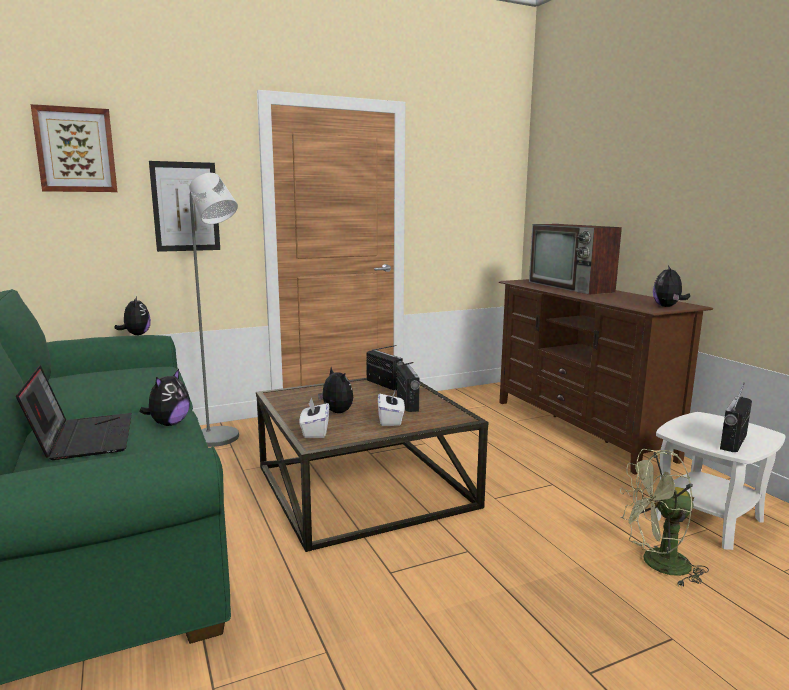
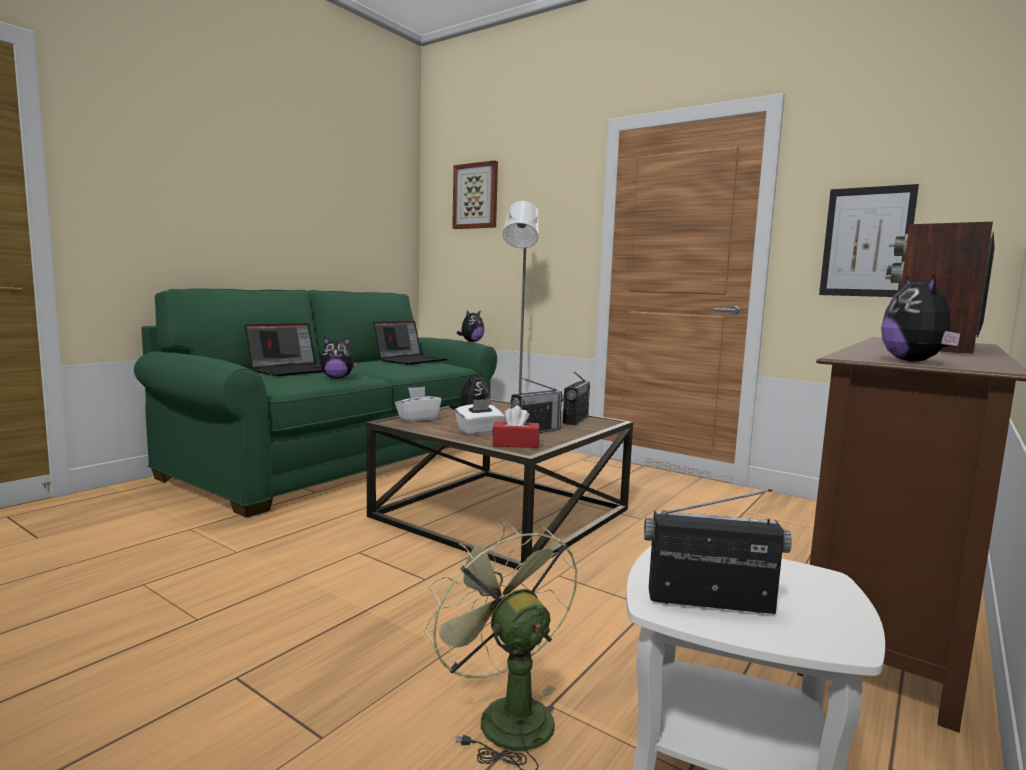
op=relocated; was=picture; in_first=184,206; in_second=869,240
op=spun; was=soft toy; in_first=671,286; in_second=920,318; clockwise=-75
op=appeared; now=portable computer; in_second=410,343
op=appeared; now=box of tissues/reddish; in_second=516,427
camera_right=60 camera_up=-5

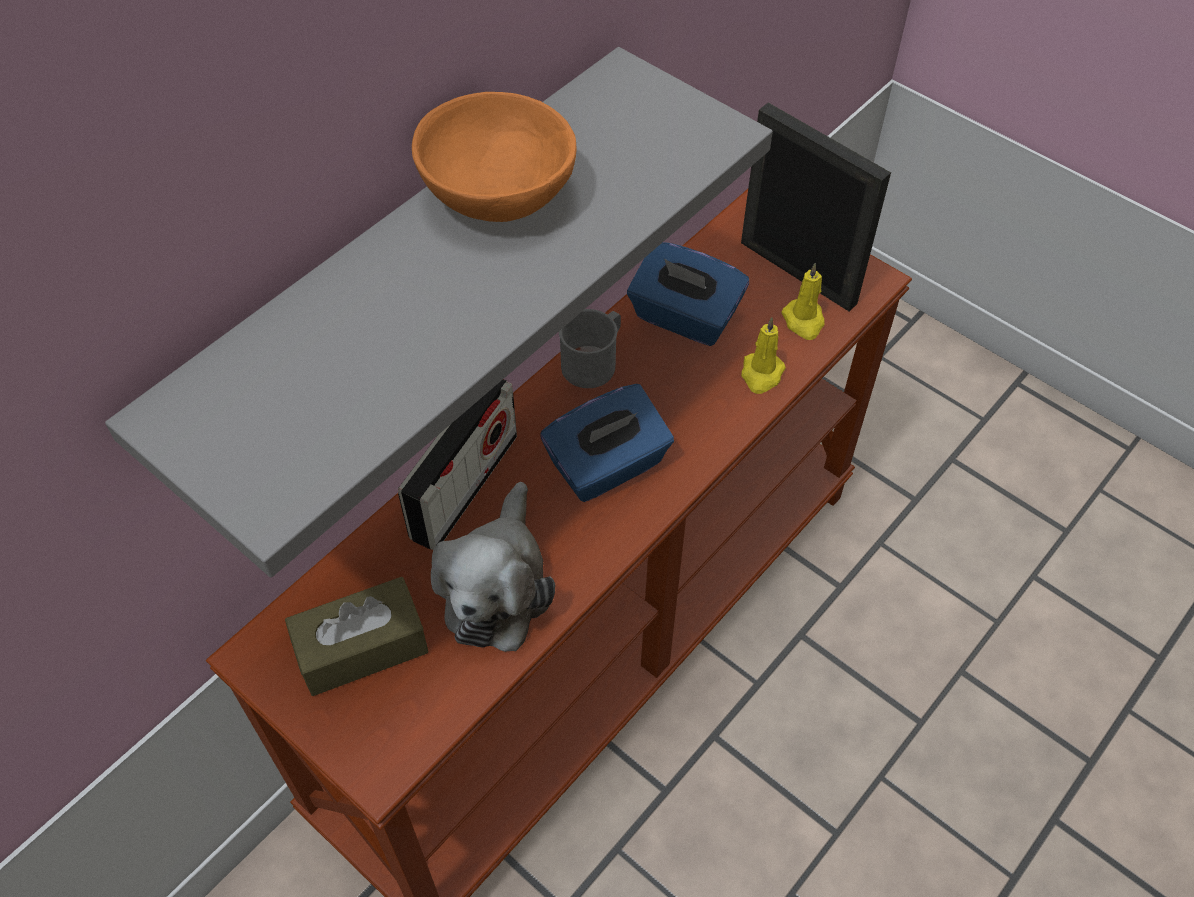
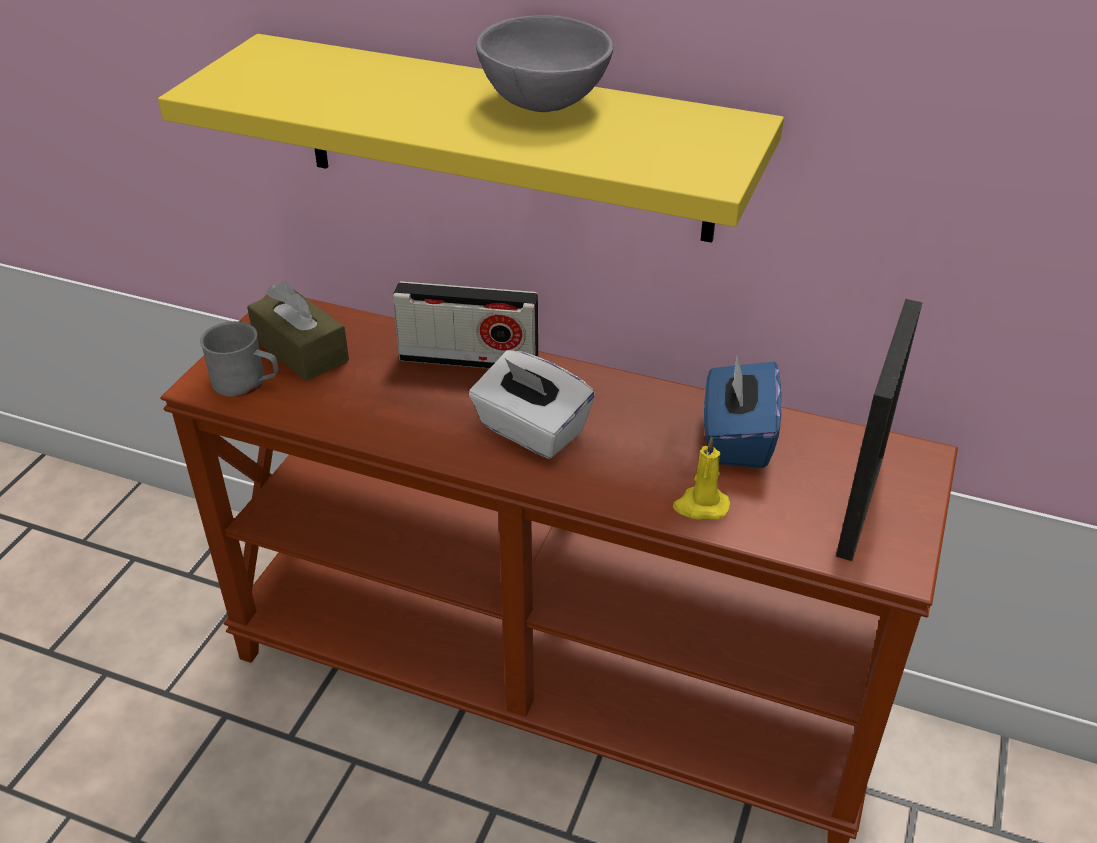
op=colour; was=wall shelf/grey; now=wall shelf/yellow-coloured; in_first=439,312; in_second=471,138
op=colour; was=deep dish/orangey; now=deep dish/grey; in_first=494,157; in_second=544,63
op=missing; was=wax light/yellow-coloured; in_first=803,301
op=relocated; was=coffee mug/grey; in_first=590,348; in_second=239,359
op=colour; was=box of tissues/blue; now=box of tissues/white-coloured; in_first=607,443; in_second=532,404
op=missing; was=soft toy; in_first=493,567
camera_right=70 camera_up=-15

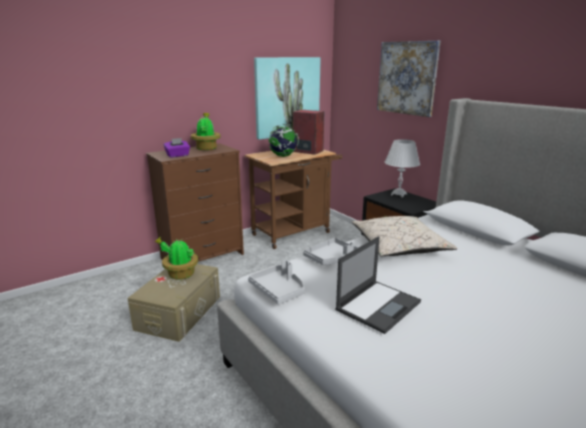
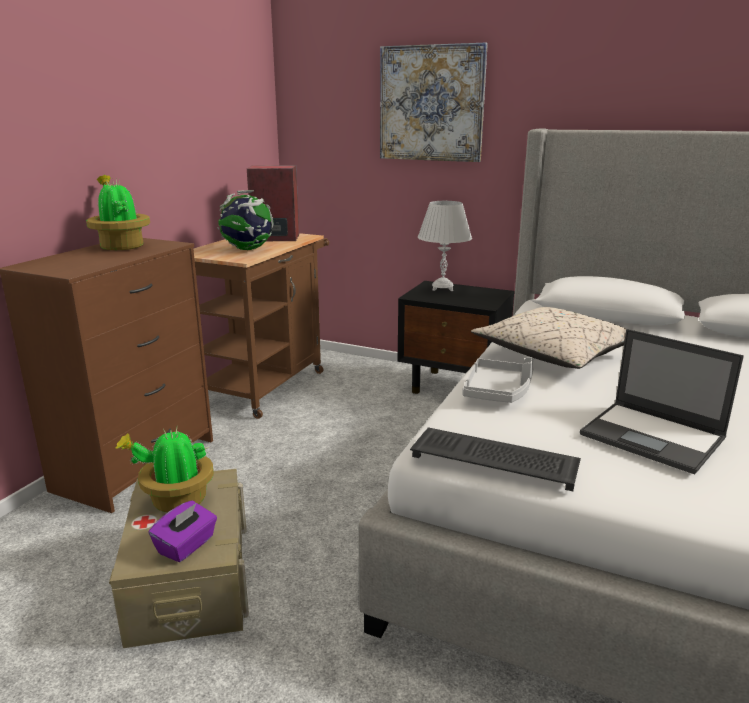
op=missing; was=picture; in_first=287,98
op=relocated; was=box of tissues/purple; in_first=176,147; in_second=183,531
op=spun; was=portable computer; in_first=378,285; in_second=662,401; clockwise=120
op=exchanged; was=serving tray/grey; now=computer keyboard; in_first=276,282; in_second=495,459
camera_right=-30 camera_up=0

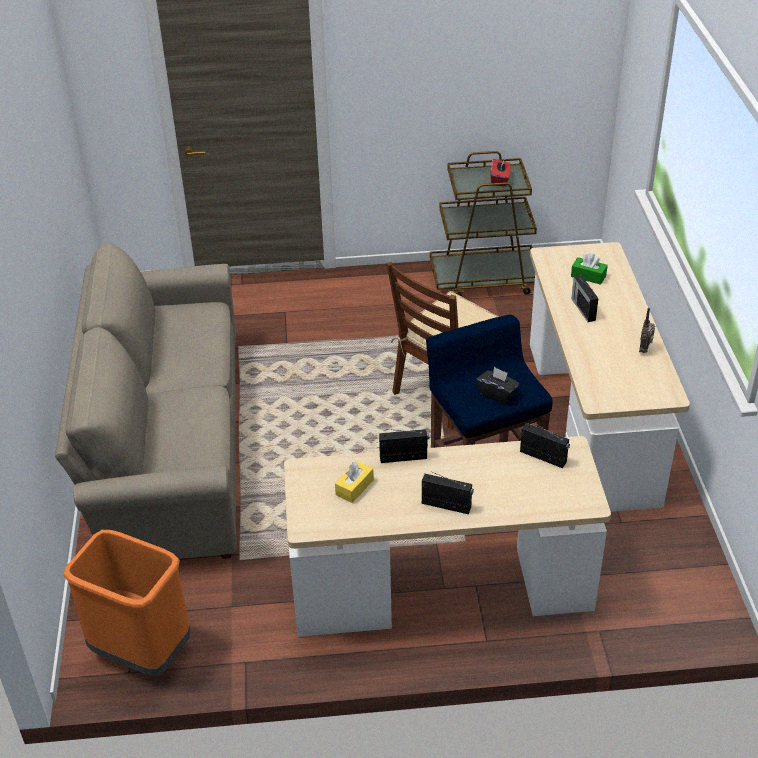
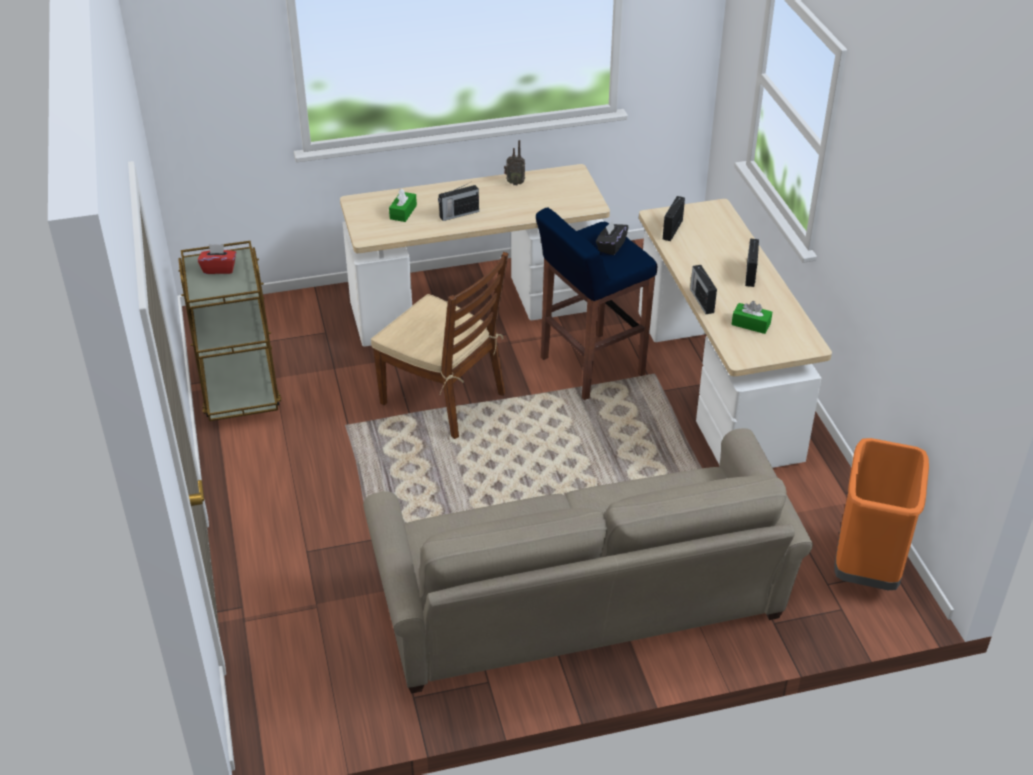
op=colour; was=box of tissues/yellow-coloured; now=box of tissues/green-coloured; in_first=354,482; in_second=751,317
camera_right=-100 camera_up=0

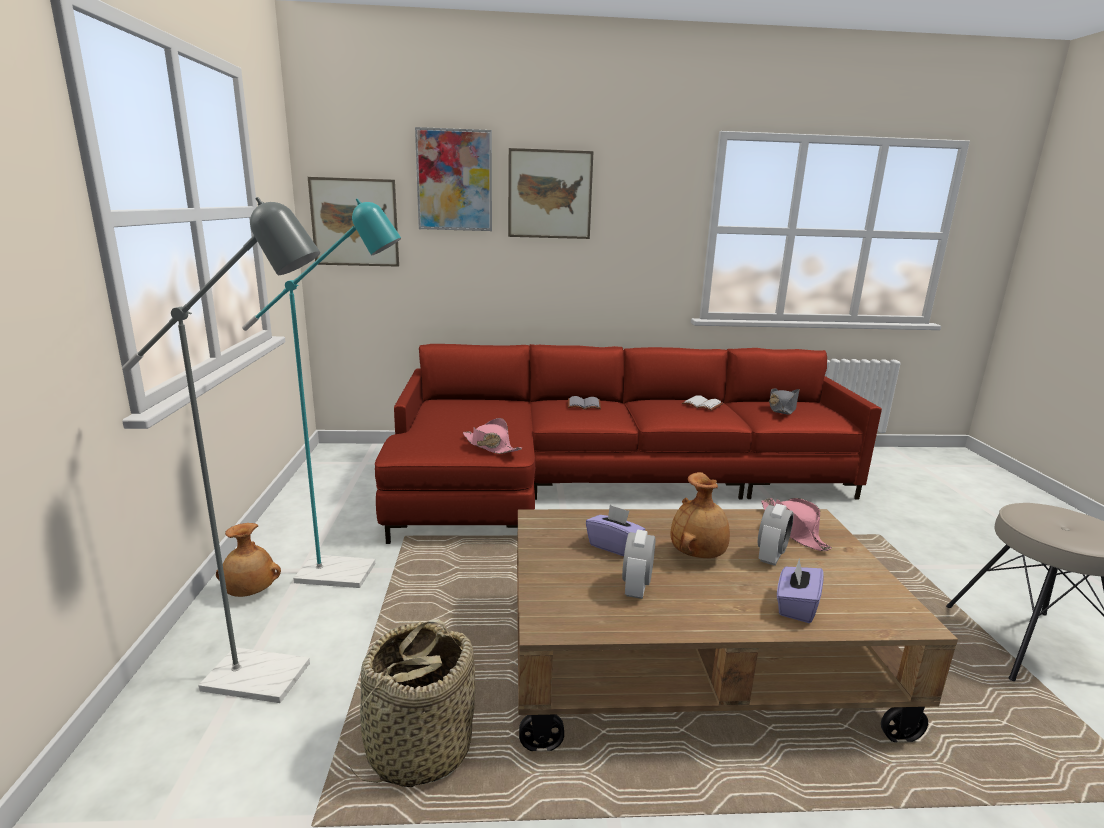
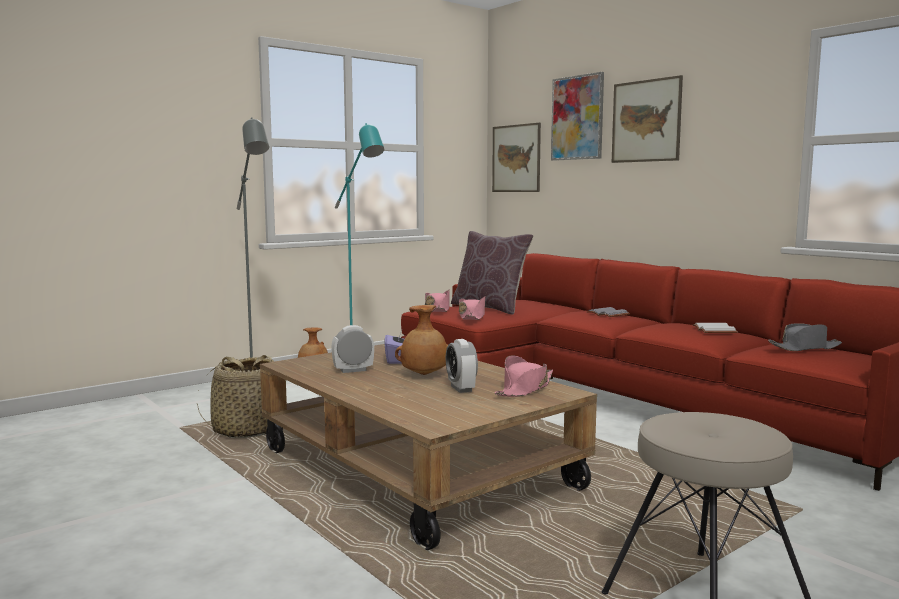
op=spun; was=table clock; in_first=776,535; in_second=462,366; clockwise=75
op=missing; was=box of tissues/purple; in_first=800,591
op=appeared; now=cushion/brown; in_second=492,273
op=appeared; now=hat/pinkish; in_second=437,301
camera_right=55 camera_up=-10

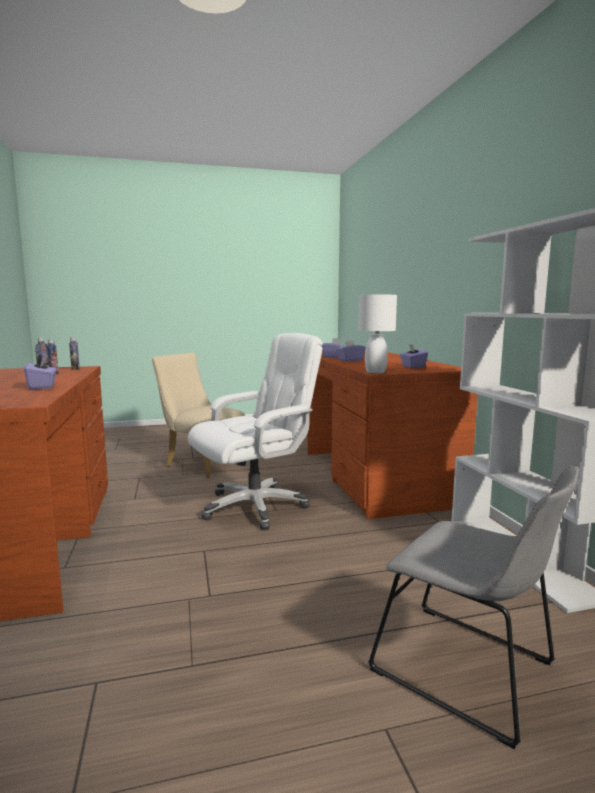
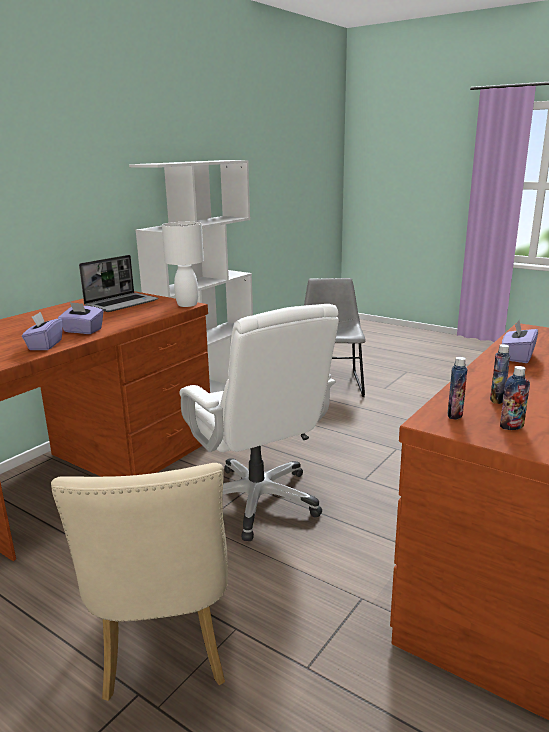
op=spun; was=desk chair/white-coloured; in_first=255,431; in_second=259,422; clockwise=-135
op=exchanged; was=box of tissues/purple; now=portable computer; in_first=414,356; in_second=119,283
camera_right=-130 camera_up=10

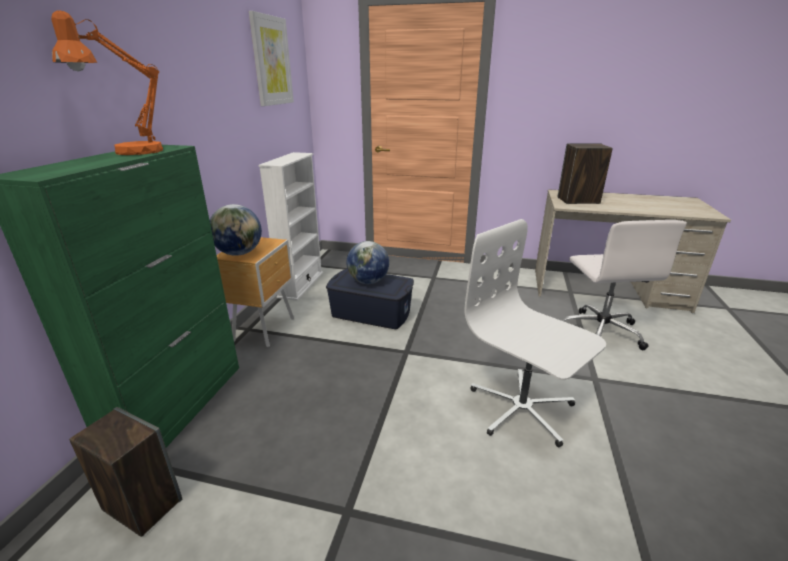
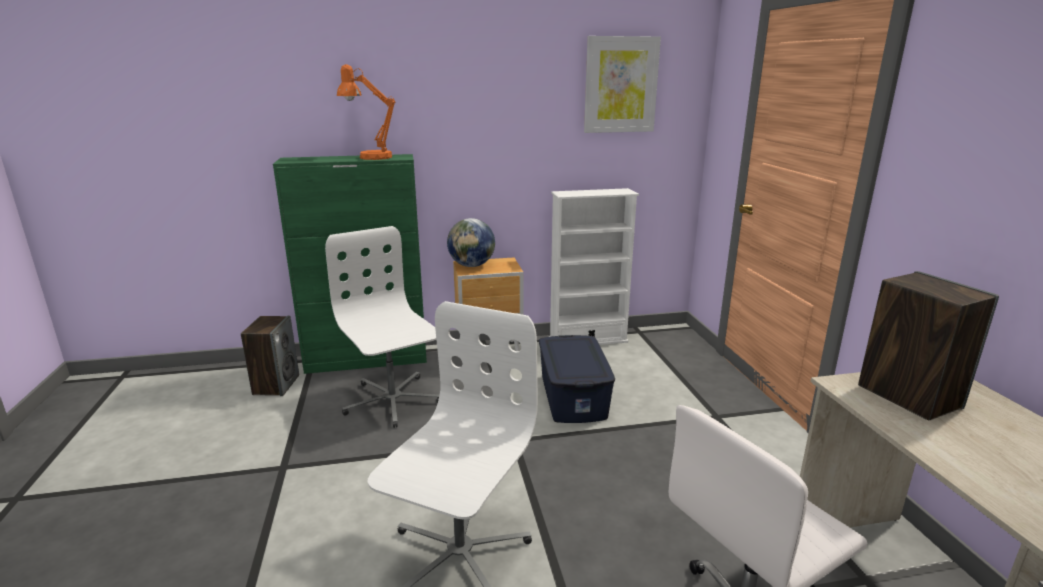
op=missing; was=world globe; in_first=367,262
op=appeared; now=desk chair/white-coloured; in_second=382,327
camera_right=65 camera_up=-5

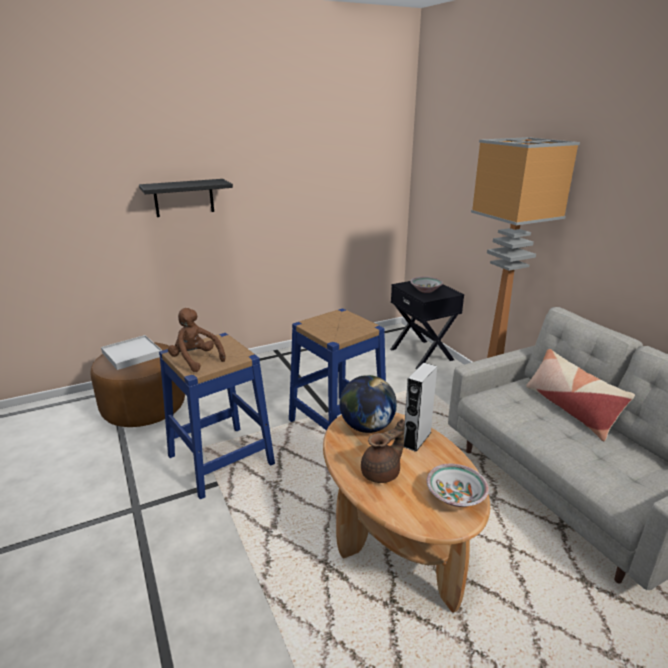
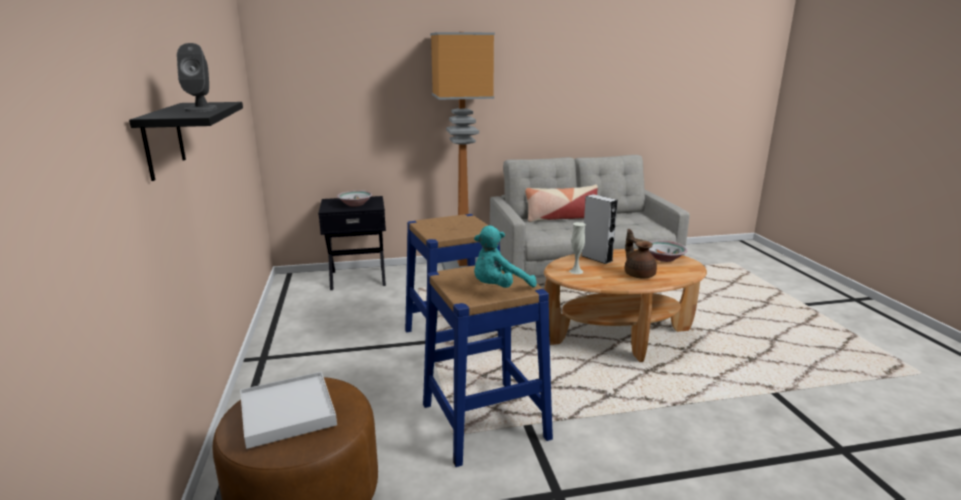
op=colour; was=soft toy/brown; now=soft toy/turquoise; in_first=197,340; in_second=505,256
op=exchanged; was=world globe; now=decorative vase/white-coloured; in_first=368,404; in_second=577,248
op=appeared; now=loudspeaker/grey; in_second=197,77
camera_right=-75 camera_up=-5

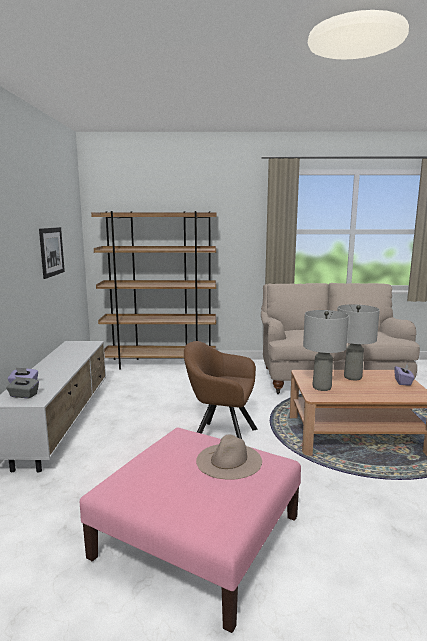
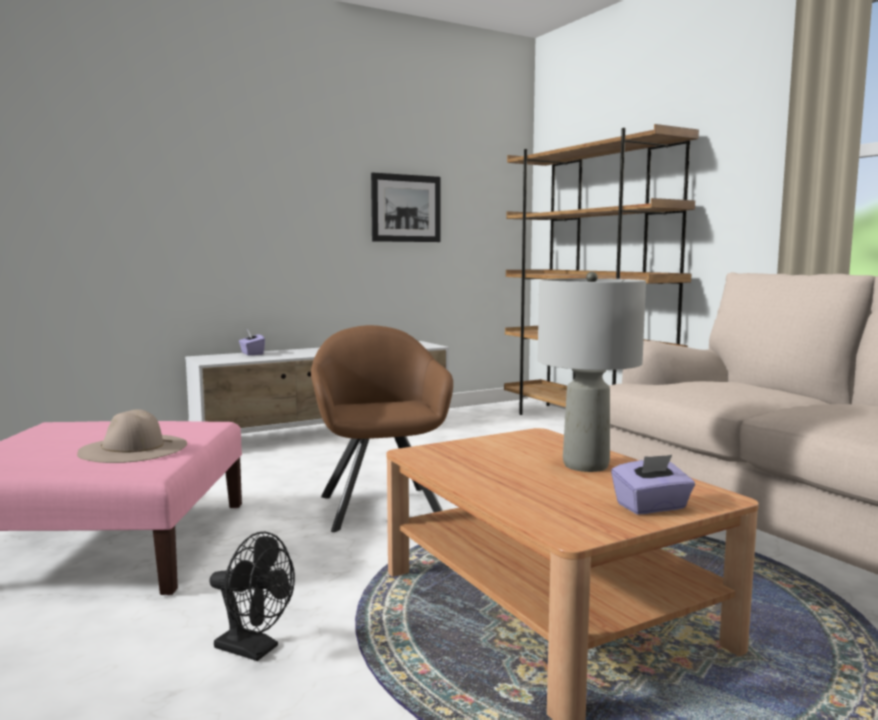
op=missing; was=table lamp/grey; in_first=326,350
op=missing; was=box of tissues/grey; in_first=22,388
op=appeared; now=fan/black; in_second=252,596
camera_right=60 camera_up=-5

